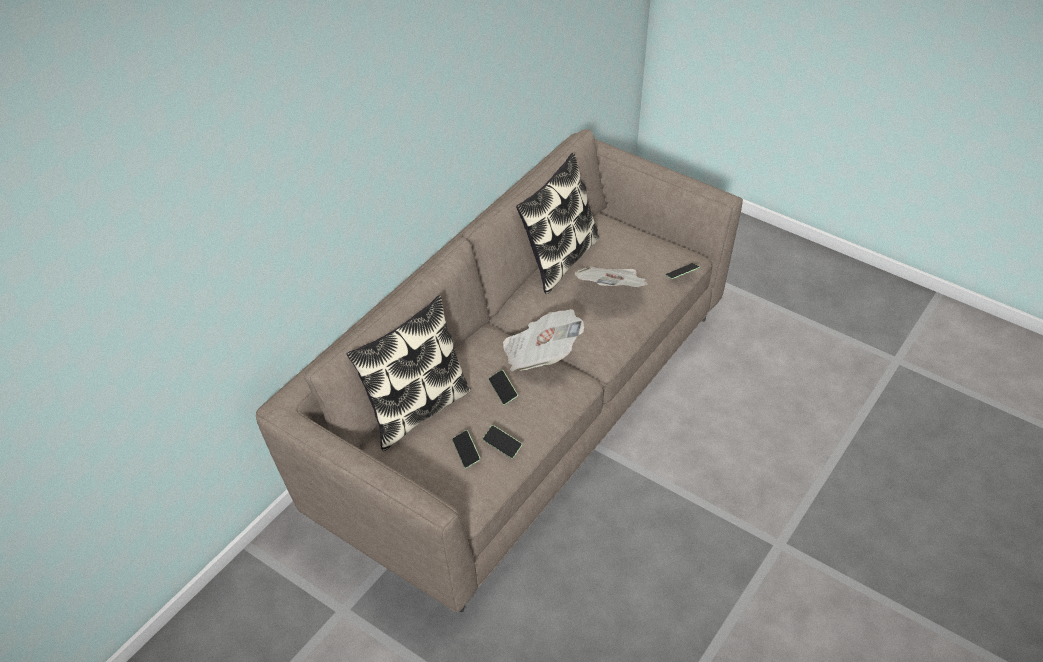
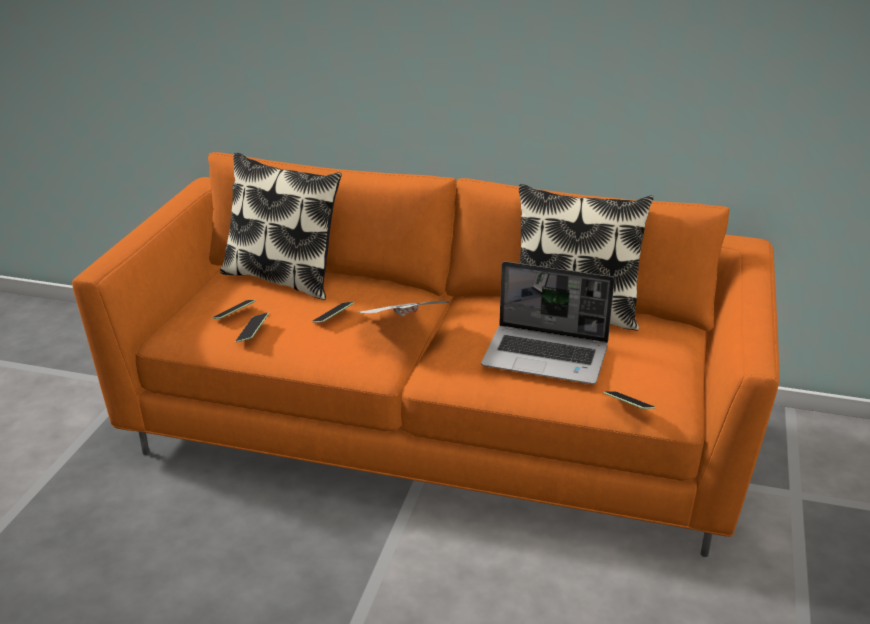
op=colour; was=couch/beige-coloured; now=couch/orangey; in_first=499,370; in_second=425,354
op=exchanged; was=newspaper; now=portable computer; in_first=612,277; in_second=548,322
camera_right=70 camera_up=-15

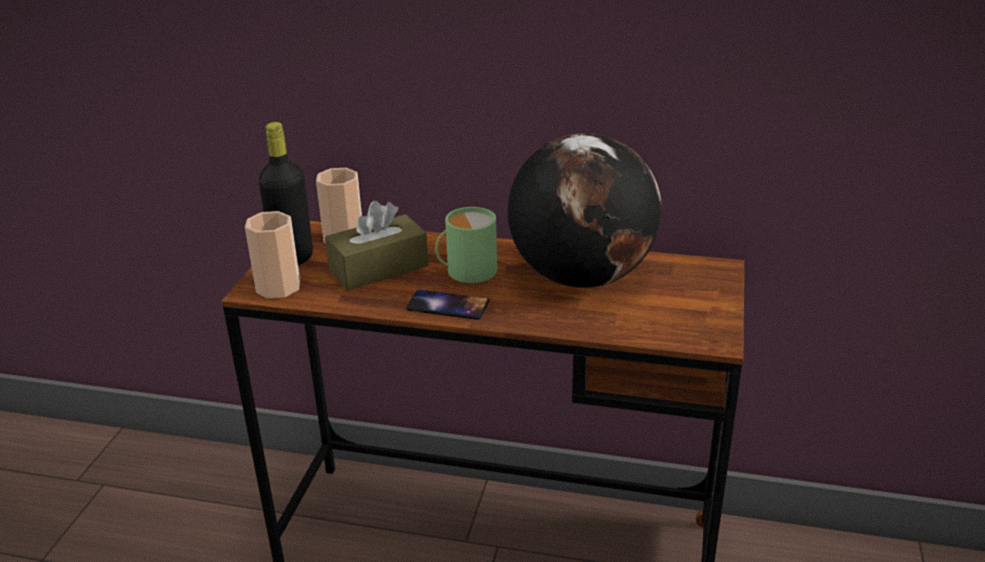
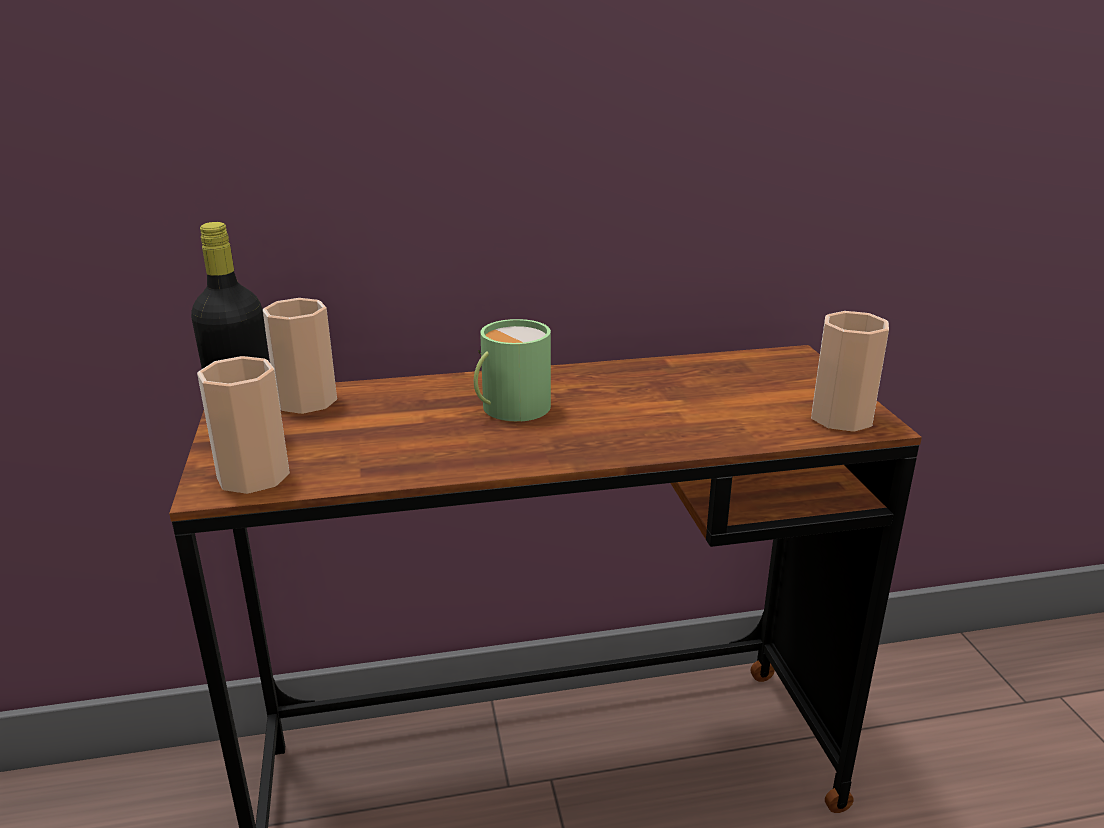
op=missing; was=world globe; in_first=585,210
op=missing; was=box of tissues/brown; in_first=377,245
op=missing; was=handset; in_first=448,305
op=appeared; now=drinking cup; in_second=850,371
camera_right=-25 camera_up=-5

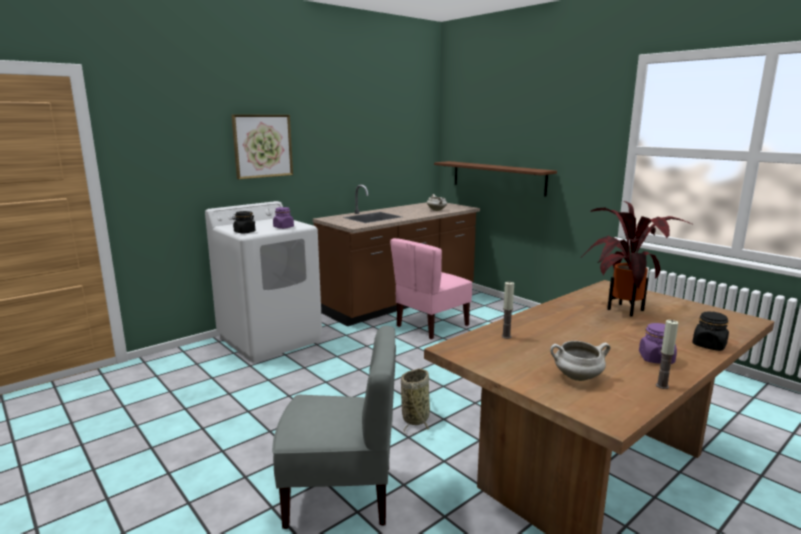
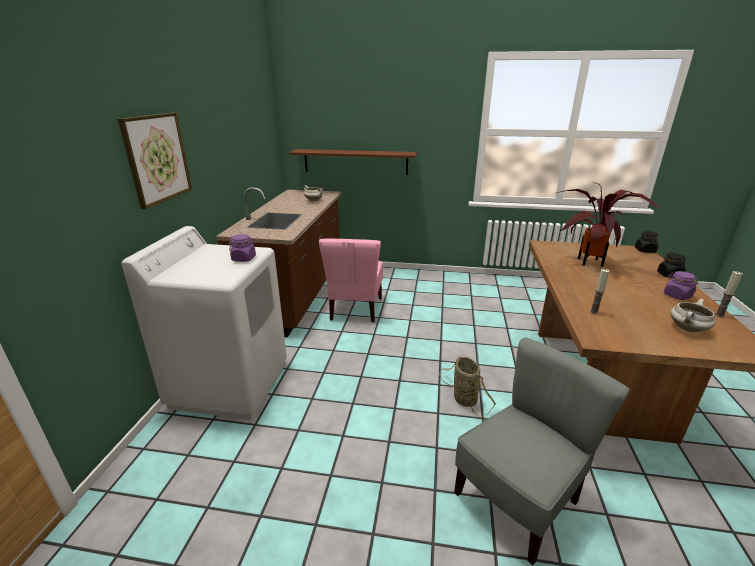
op=relocated; was=preserve jar/black; in_first=243,222; in_second=646,242
camera_right=-40 camera_up=10

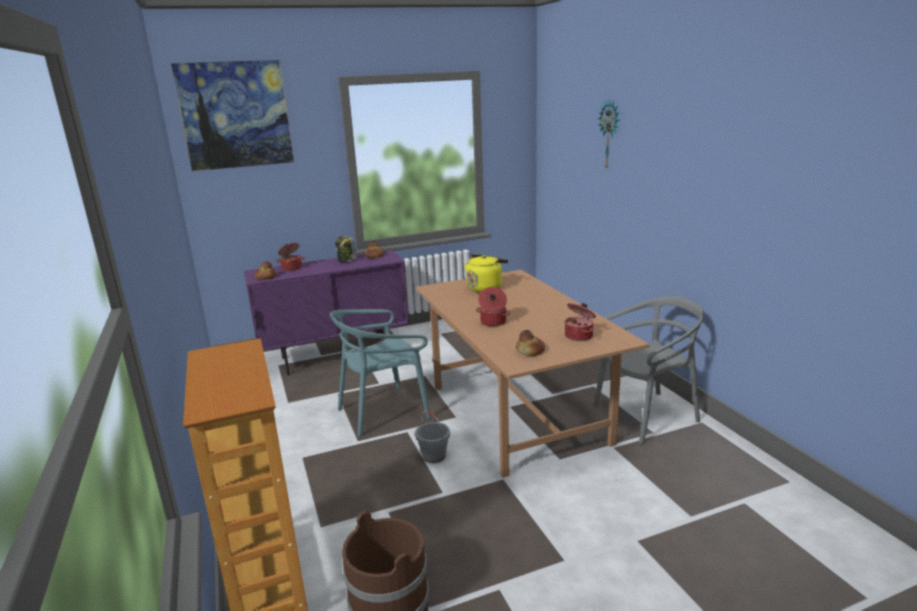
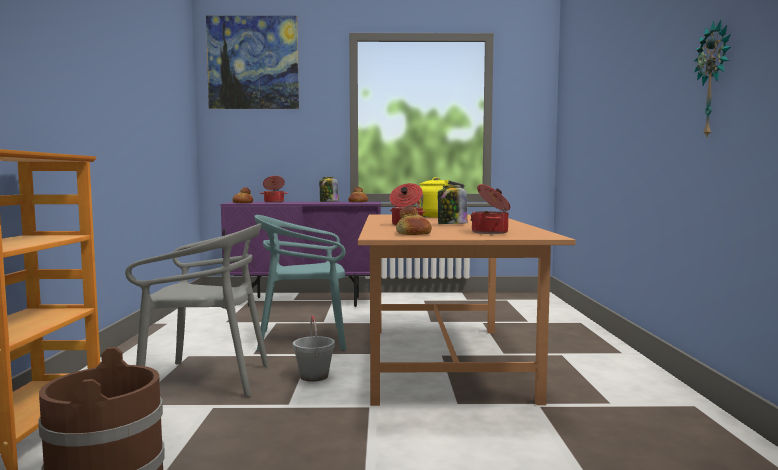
op=relocated; was=hanging clock; in_first=609,134; in_second=712,79
op=relocated; was=chair/grey; in_first=648,370; in_second=197,310
op=appeared; now=preserve jar; in_second=452,204
camera_right=20 camera_up=-15

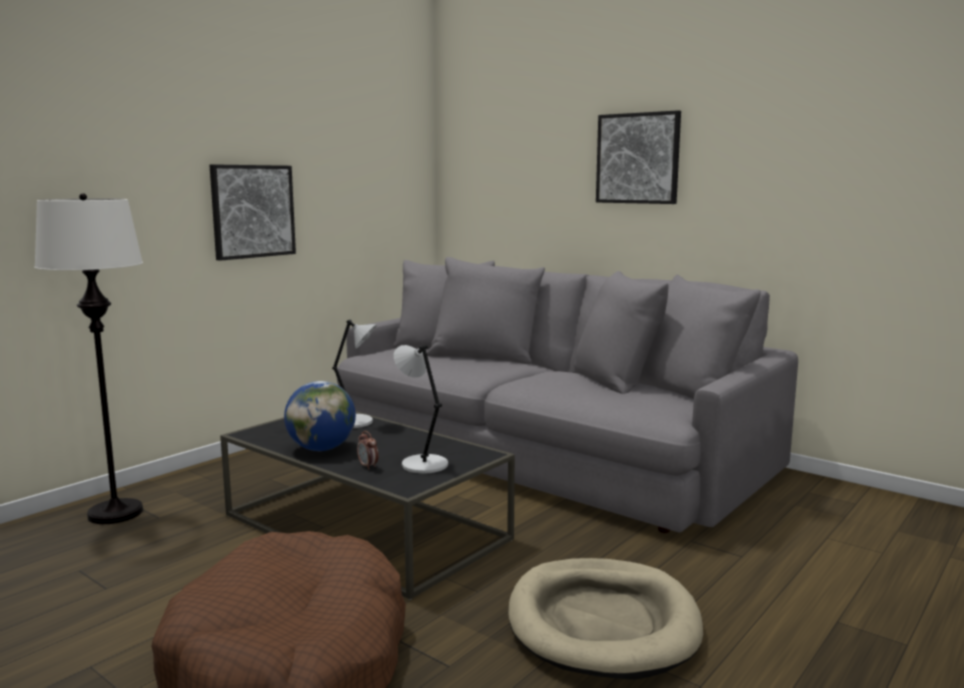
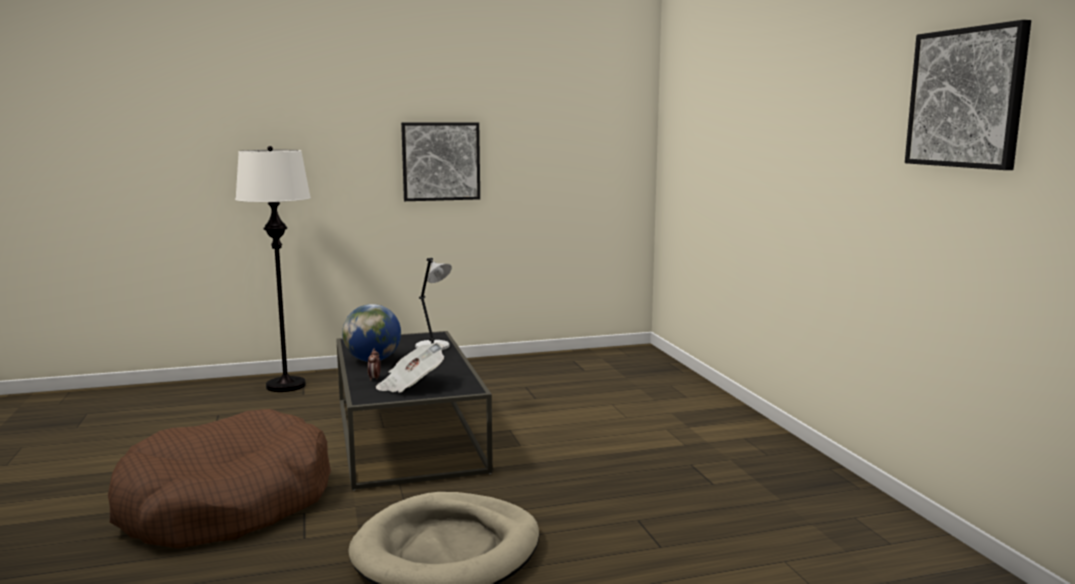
op=relocated; was=picture; in_first=638,157; in_second=968,95
op=missing; was=couch/grey; in_first=567,395
op=exchanged; was=table lamp/grey; now=newspaper; in_first=421,409; in_second=410,368
camera_right=35 camera_up=0

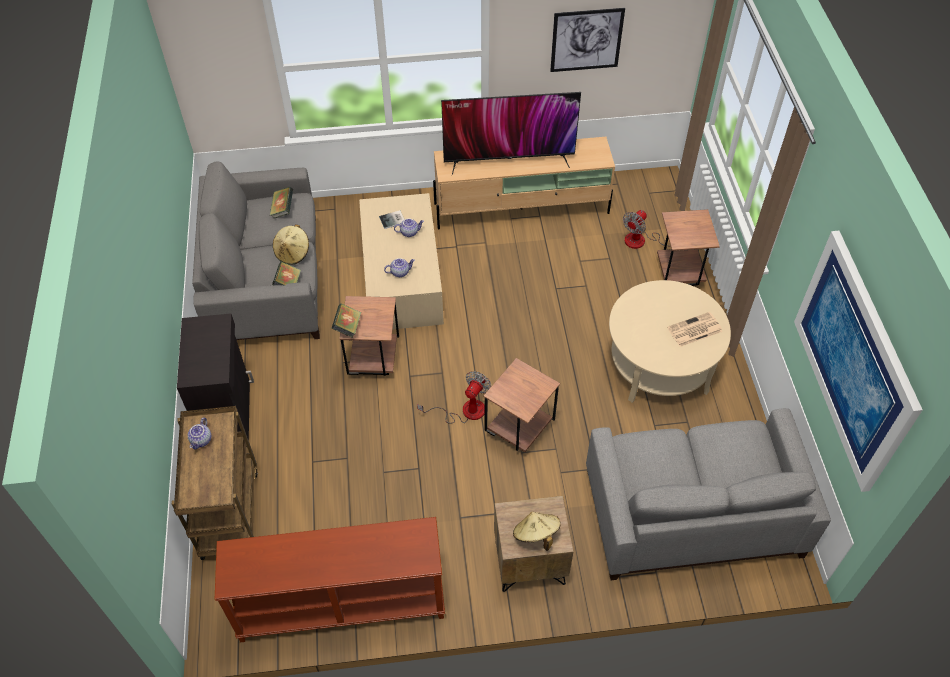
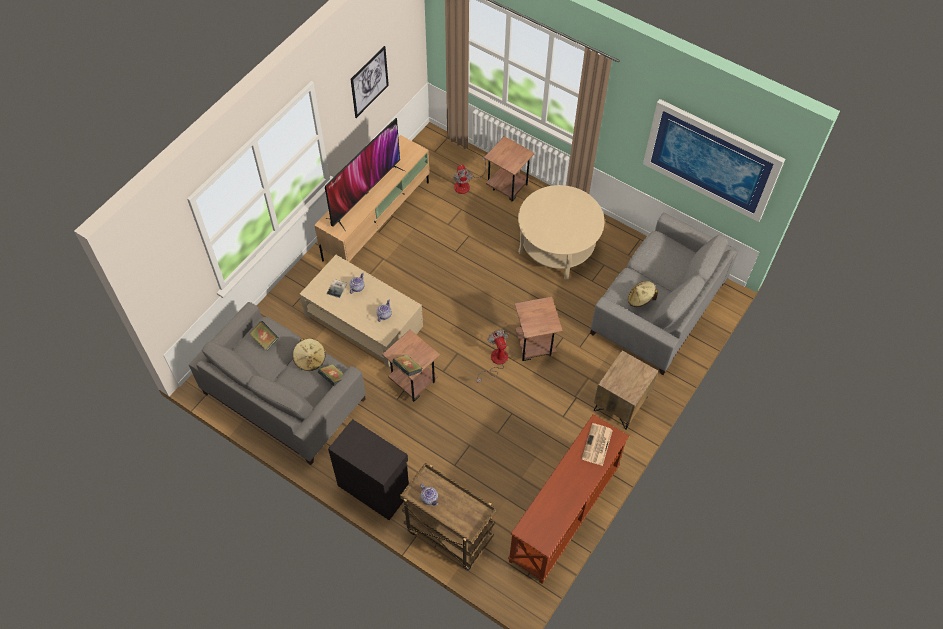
op=relocated; was=newspaper; in_first=695,329; in_second=597,444
op=relocated; was=hat/beige-coloured; in_first=537,531; in_second=643,294
camera_right=-50 camera_up=5

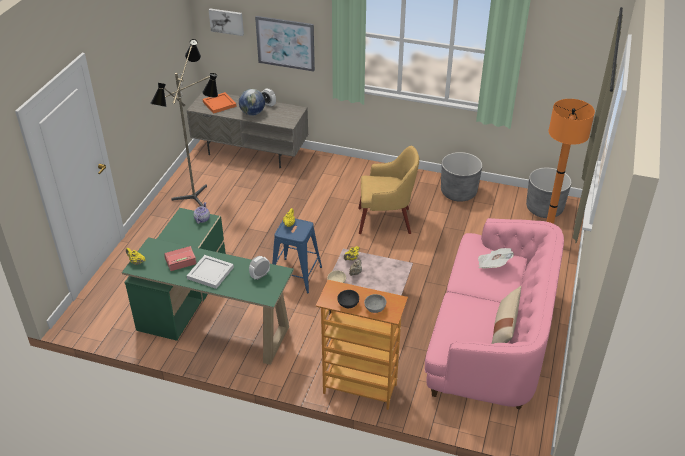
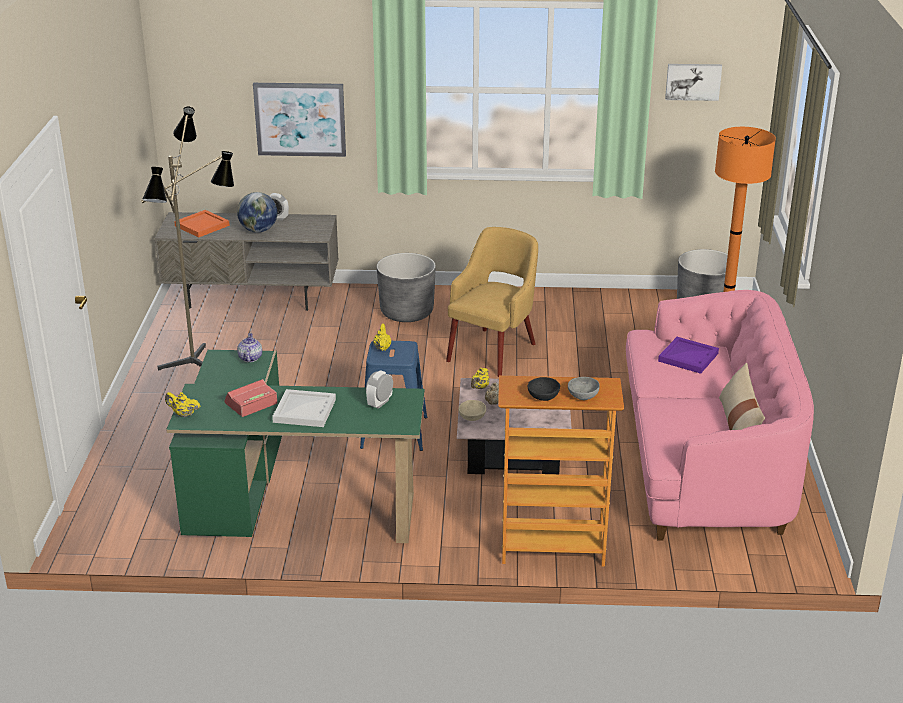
op=relocated; was=picture; in_first=226,22; in_second=693,82
op=spun; was=armchair/yellow-coloured; in_first=388,190; in_second=492,302; clockwise=-45
op=relocated; was=planter/grey; in_first=461,177; in_second=406,287
op=exchanged; was=newspaper; now=serving tray/purple; in_first=496,258; in_second=688,355
camera_right=-15 camera_up=-10

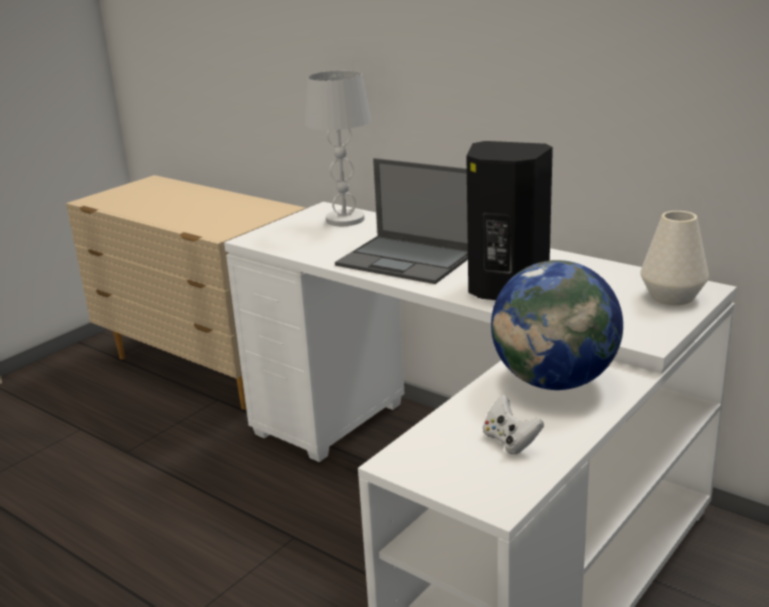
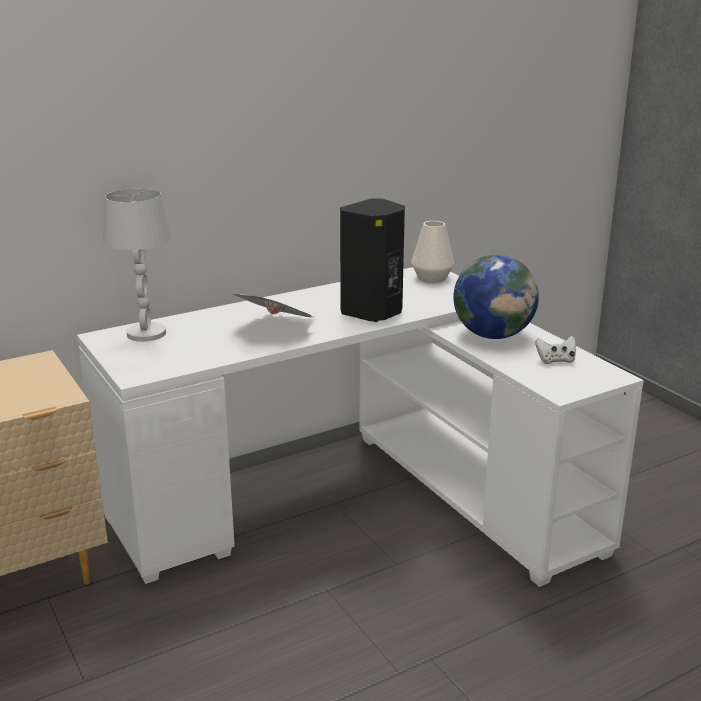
op=exchanged; was=portable computer; now=newspaper; in_first=401,221; in_second=271,305
camera_right=-70 camera_up=0

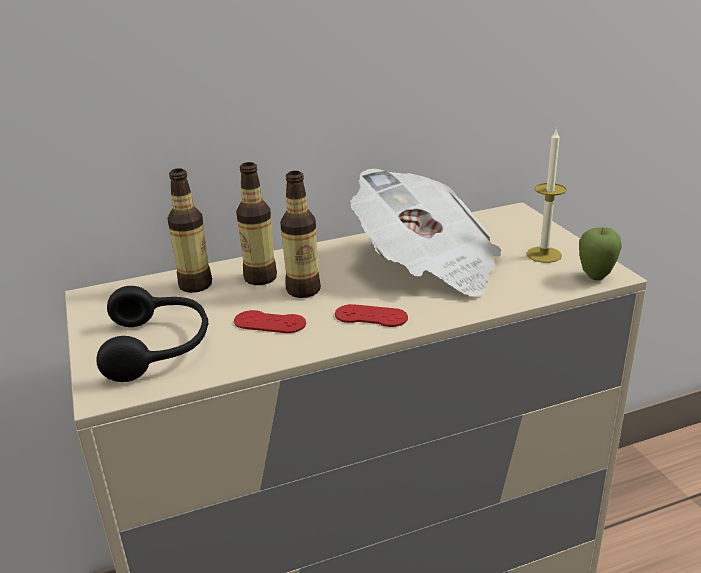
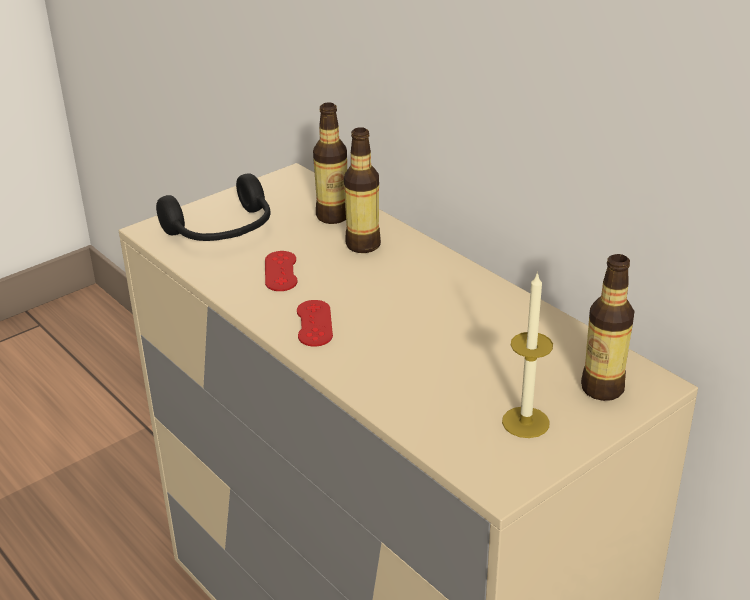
op=missing; was=newspaper; in_first=425,232
op=relocated; was=beverage bottle; in_first=300,234; in_second=607,327
op=missing; was=apple fruit; in_first=600,253
camera_right=70 camera_up=5

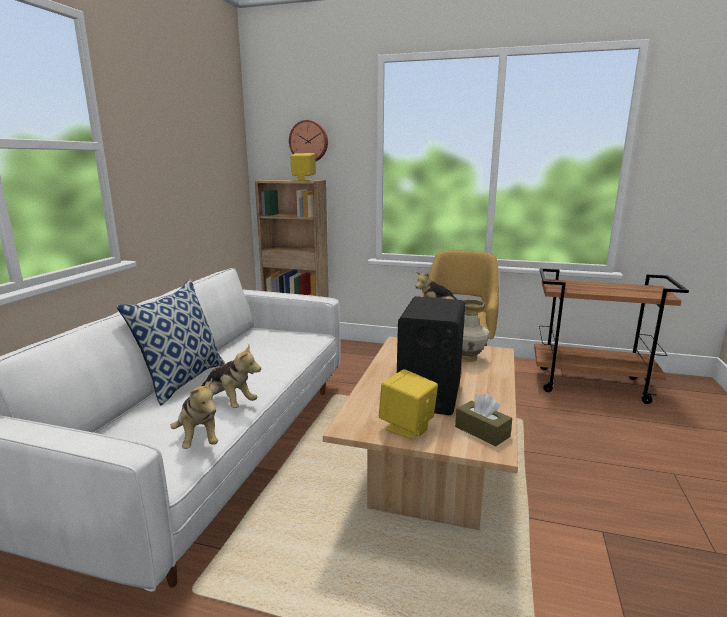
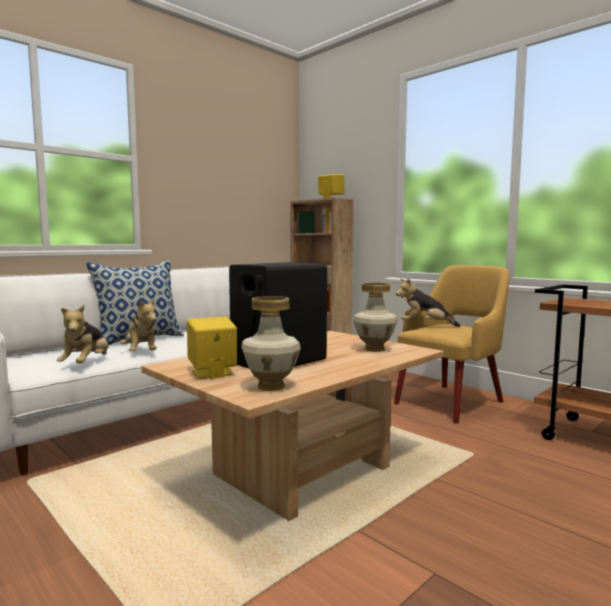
op=missing; was=hanging clock; in_first=308,141
op=exchanged; was=box of tissues/brown; now=decorative vase; in_first=483,419; in_second=271,343
camera_right=30 camera_up=-10

